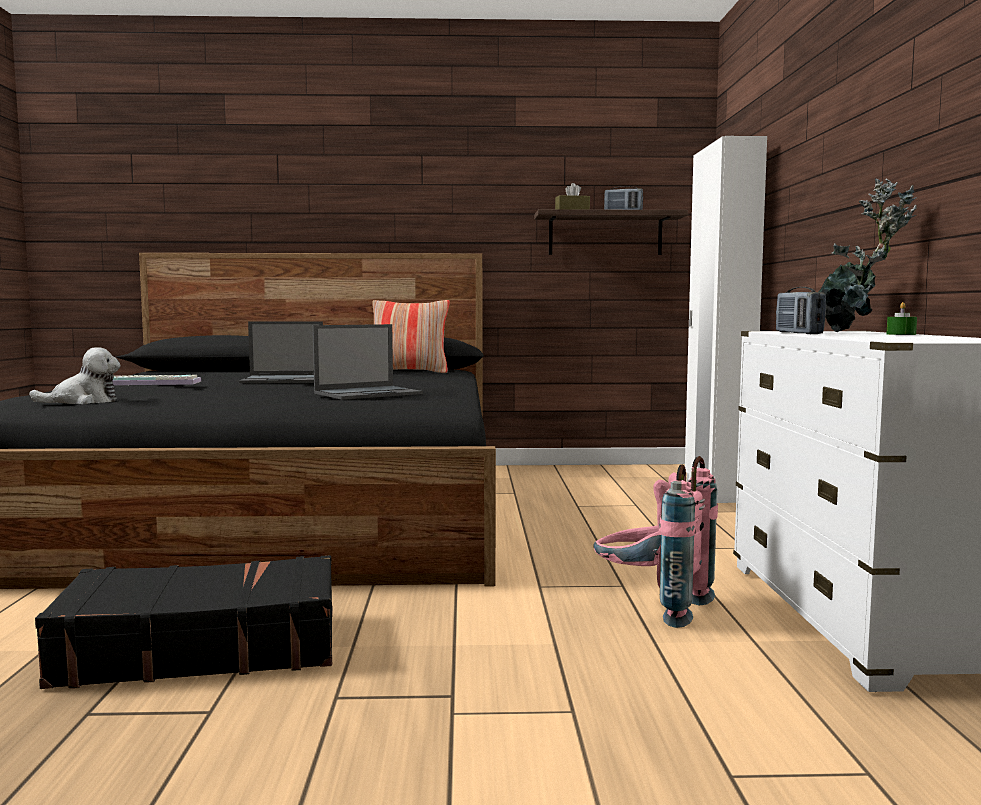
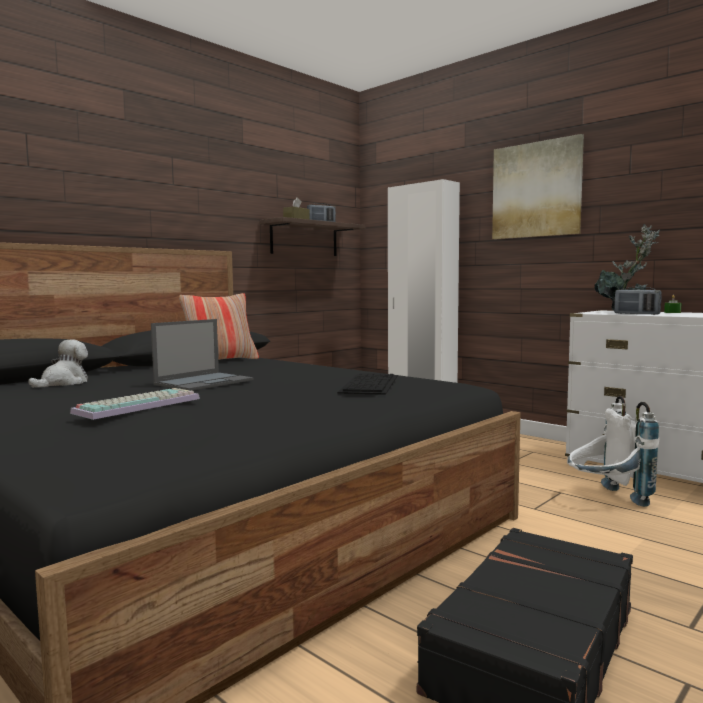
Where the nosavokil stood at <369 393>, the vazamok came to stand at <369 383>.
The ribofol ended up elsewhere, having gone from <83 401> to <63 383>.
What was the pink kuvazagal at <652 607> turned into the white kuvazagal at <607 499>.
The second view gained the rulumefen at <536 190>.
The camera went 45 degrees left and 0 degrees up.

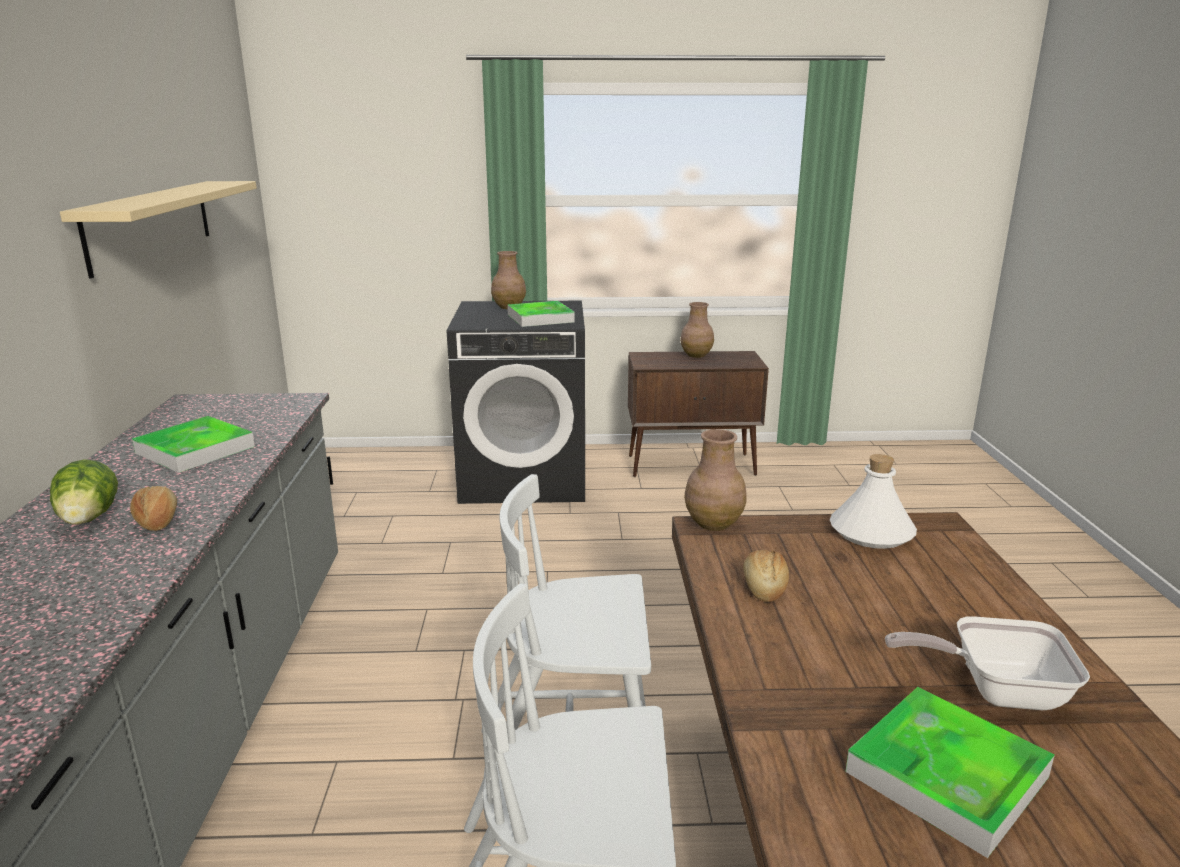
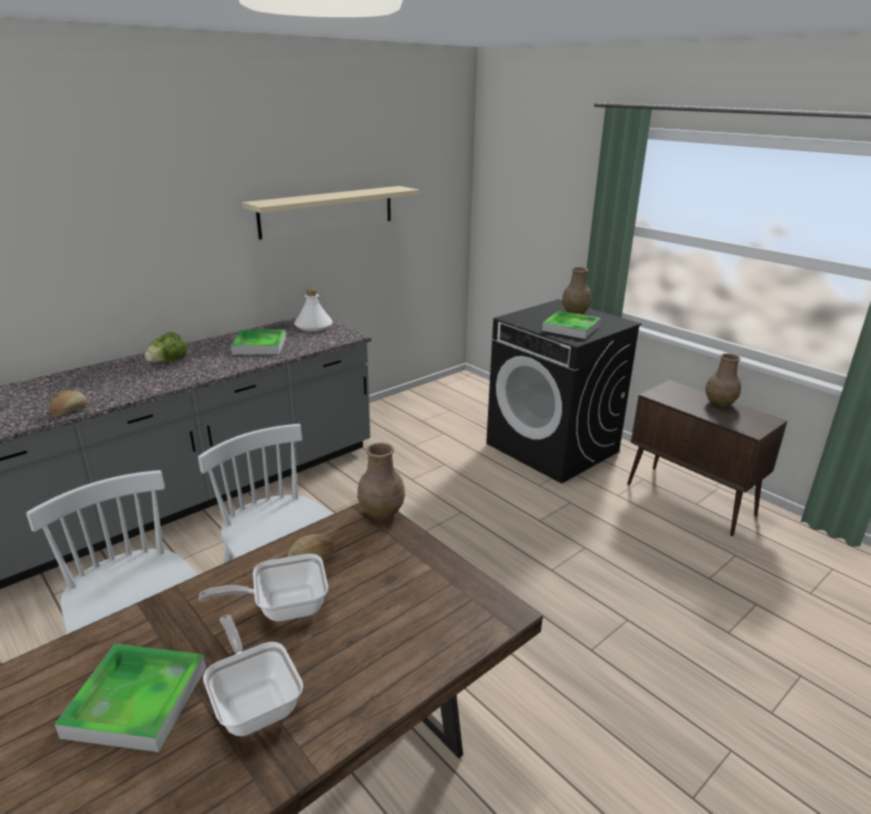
The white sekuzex ended up elsewhere, having gone from <871 532> to <313 326>.
The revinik ended up elsewhere, having gone from <157 521> to <69 410>.
The second view gained the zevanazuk at <283 607>.
The camera went 50 degrees right and 5 degrees up.

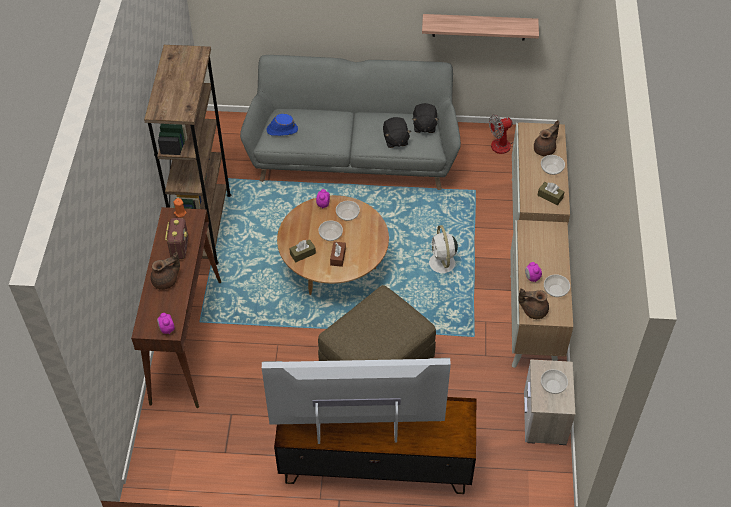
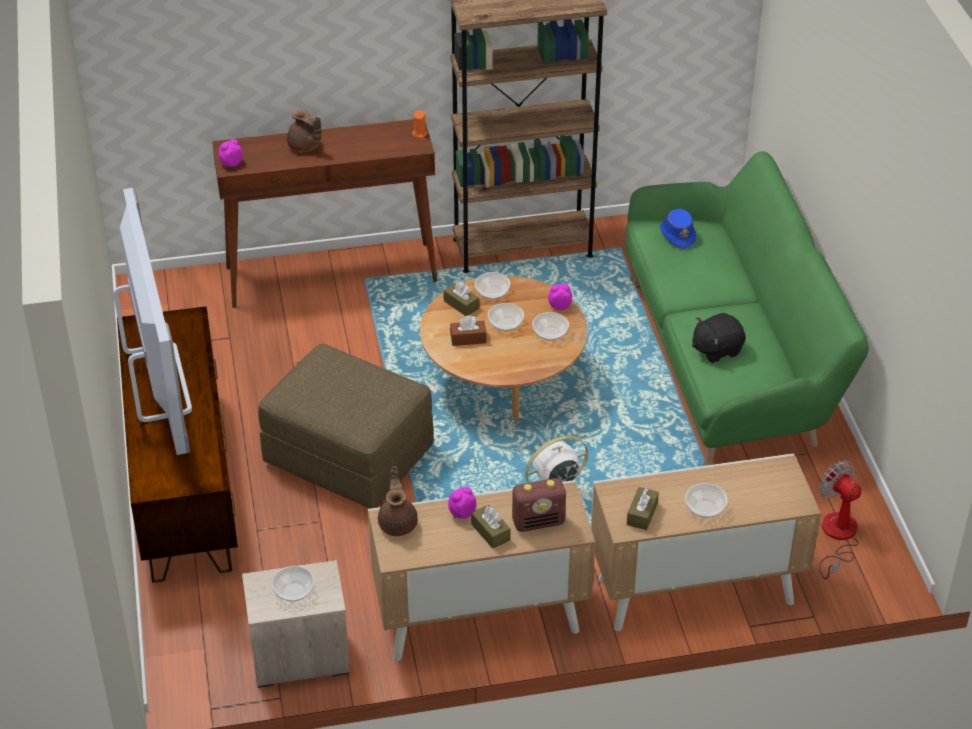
The second view lost the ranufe at <479 27>.
What was the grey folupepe at <353 155> turned into the green folupepe at <729 361>.
The second view lost the black ribofol at <424 126>.
The second view lost the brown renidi at <545 149>.
The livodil ended up elsewhere, having gone from <179 248> to <538 522>.
The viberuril ended up elsewhere, having gone from <555 290> to <493 293>.
The second view gained the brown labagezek at <490 532>.
The camera went 75 degrees right and 10 degrees down.

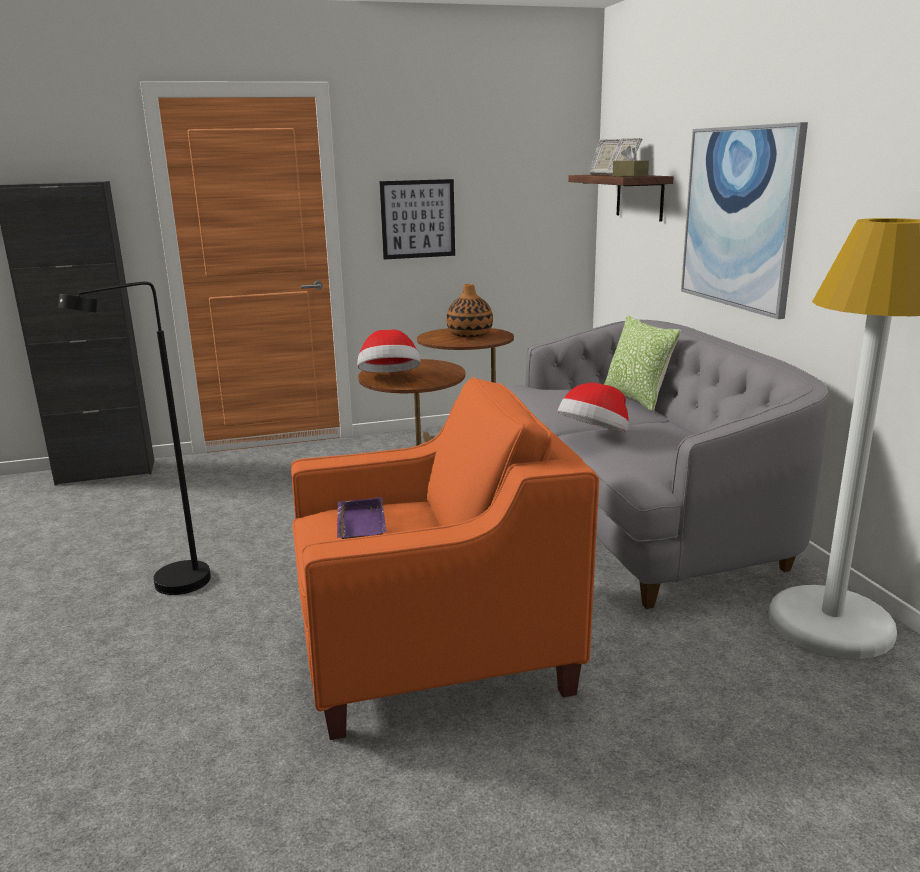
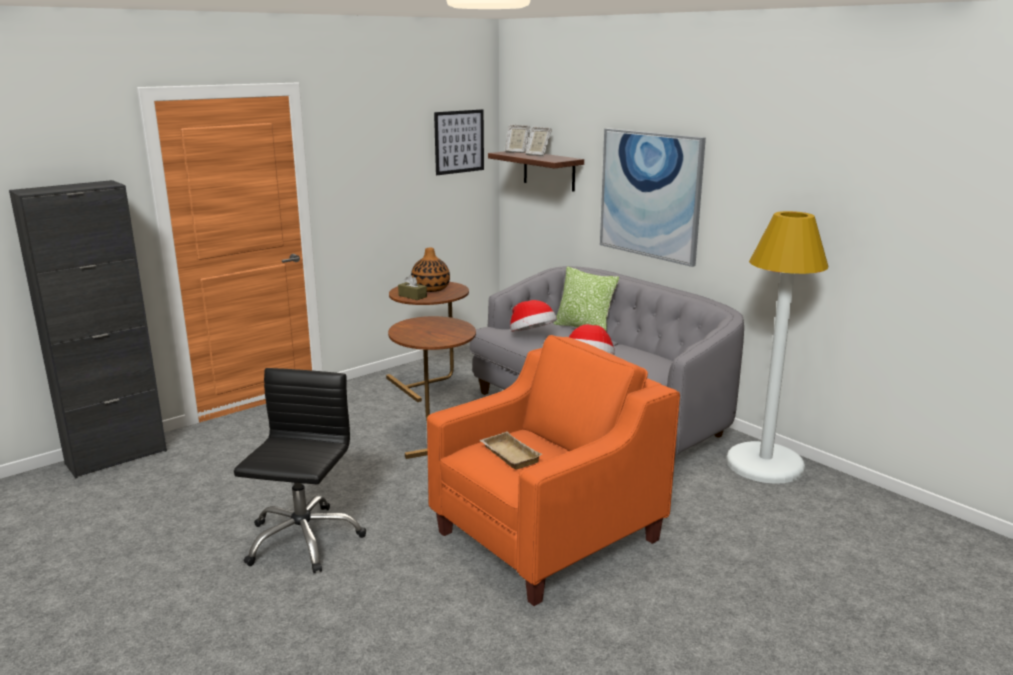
The brown labagezek ended up elsewhere, having gone from <630 176> to <412 296>.
The rulumefen ended up elsewhere, having gone from <418 219> to <459 141>.
Where the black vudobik stood at <171 588>, the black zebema came to stand at <302 539>.
The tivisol ended up elsewhere, having gone from <390 379> to <532 335>.
What was the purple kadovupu at <359 527> turned into the beige kadovupu at <508 455>.
The camera went 25 degrees left and 0 degrees up.

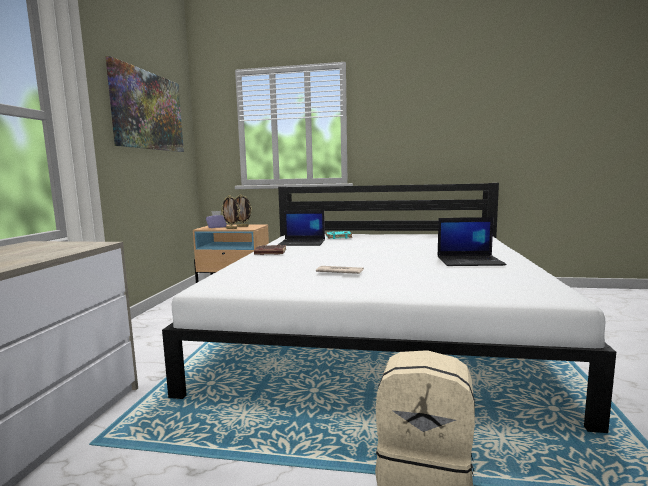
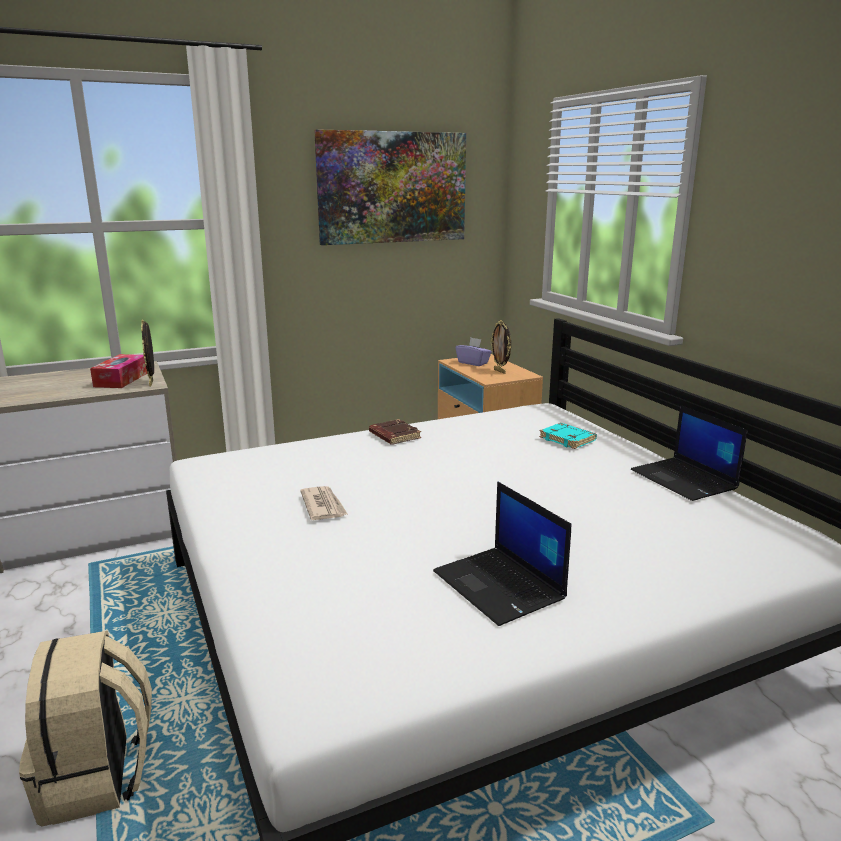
The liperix ended up elsewhere, having gone from <232 228> to <152 383>.
The nosavokil ended up elsewhere, having gone from <303 243> to <685 480>.
The second view gained the labagezek at <121 379>.
The camera went 55 degrees right and 10 degrees up.

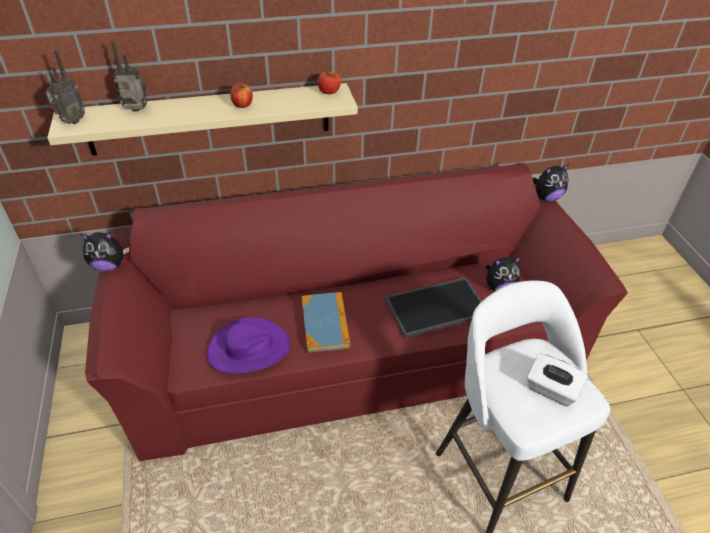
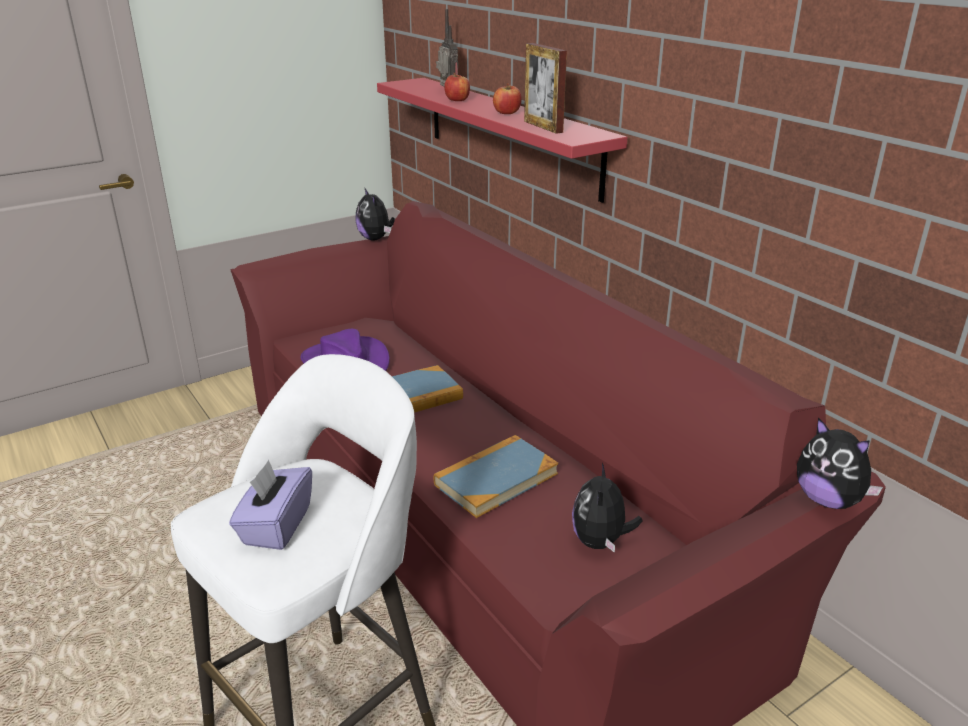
The second view lost the livodil at <71 122>.
The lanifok ended up elsewhere, having gone from <329 91> to <457 100>.
What was the beige ranufe at <210 119> turned into the red ranufe at <510 134>.
The ribofol at <499 286> ended up facing another way, 45 degrees clockwise from before.
Where the kadovupu stood at <436 308>, the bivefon came to stand at <496 479>.
What was the white labagezek at <551 390> turned into the purple labagezek at <276 526>.
The second view gained the liperix at <543 127>.
The camera went 70 degrees right and 15 degrees down.

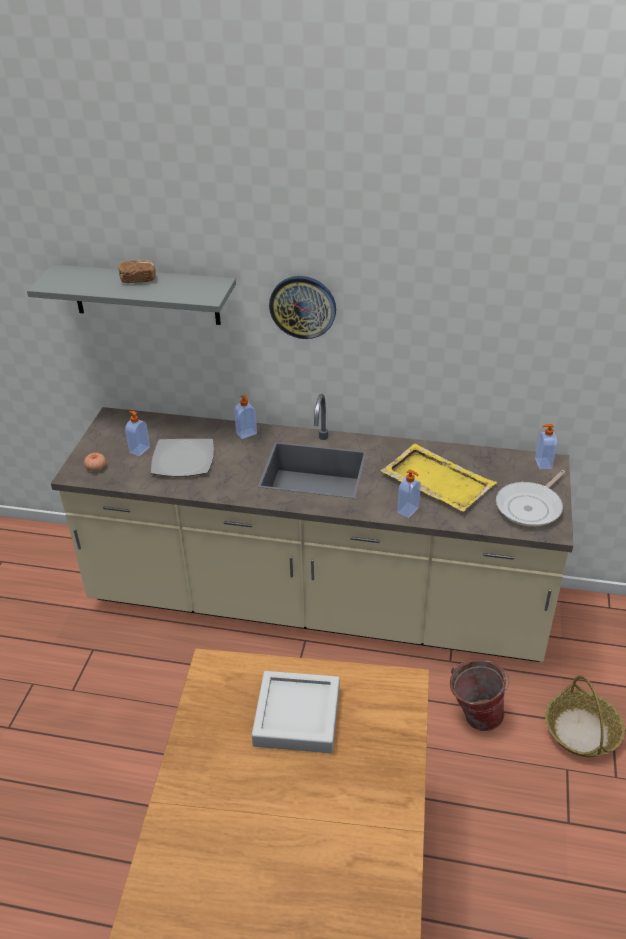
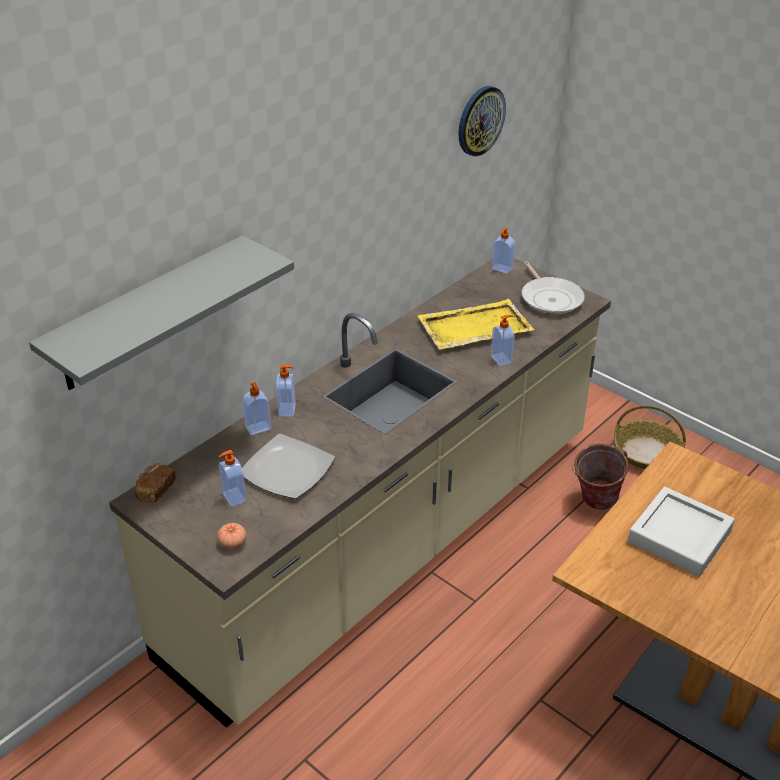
The revinik ended up elsewhere, having gone from <138 280> to <155 491>.
The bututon ended up elsewhere, having gone from <303 306> to <480 120>.
The second view gained the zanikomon at <258 428>.
The camera went 60 degrees left and 0 degrees up.

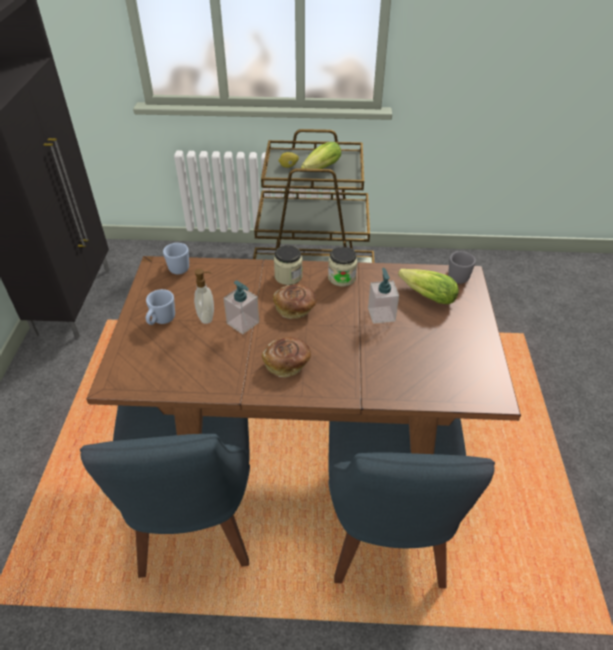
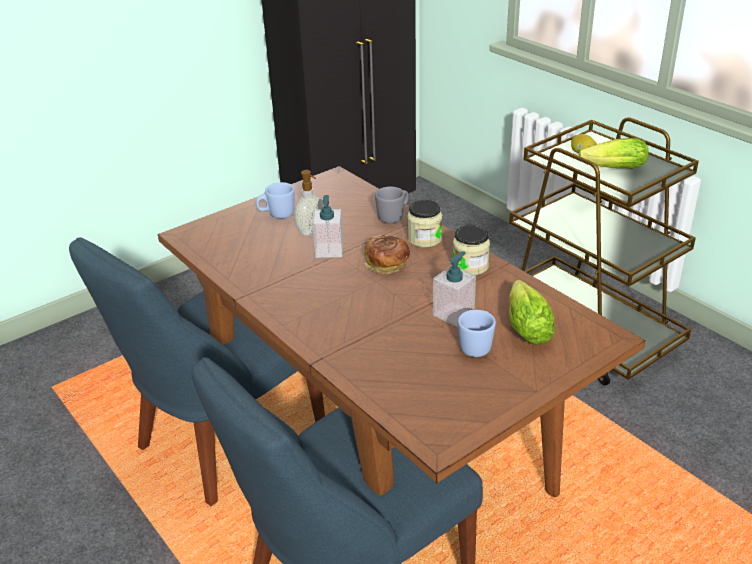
The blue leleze ended up elsewhere, having gone from <178 267> to <477 346>.
The grey leleze ended up elsewhere, having gone from <457 275> to <393 217>.
The second view lost the revinik at <287 364>.
The camera went 50 degrees right and 10 degrees down.

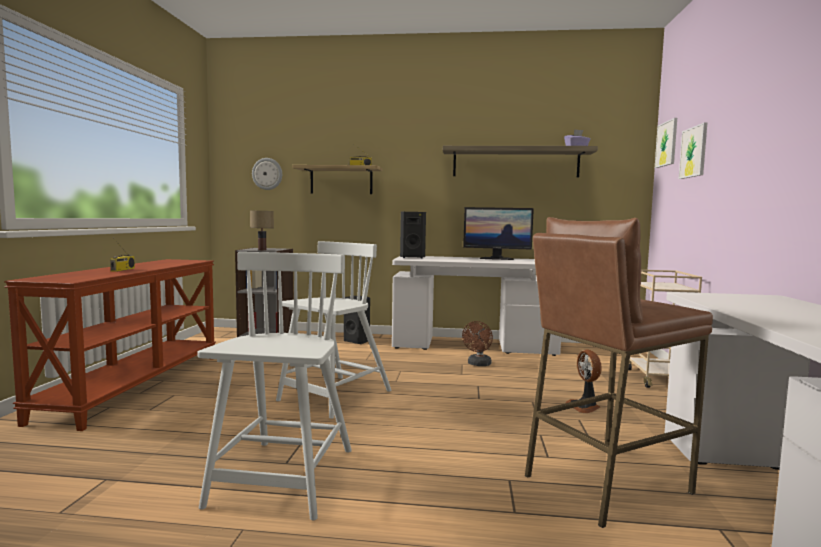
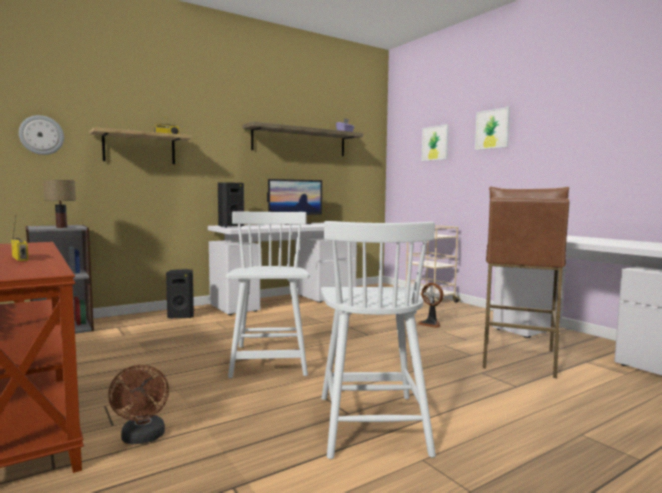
The rulumefen ended up elsewhere, having gone from <666 144> to <492 129>.
The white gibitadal at <283 479> ended up facing another way, 150 degrees counterclockwise from before.
The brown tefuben ended up elsewhere, having gone from <478 364> to <143 438>.
The camera went 40 degrees left and 0 degrees up.

